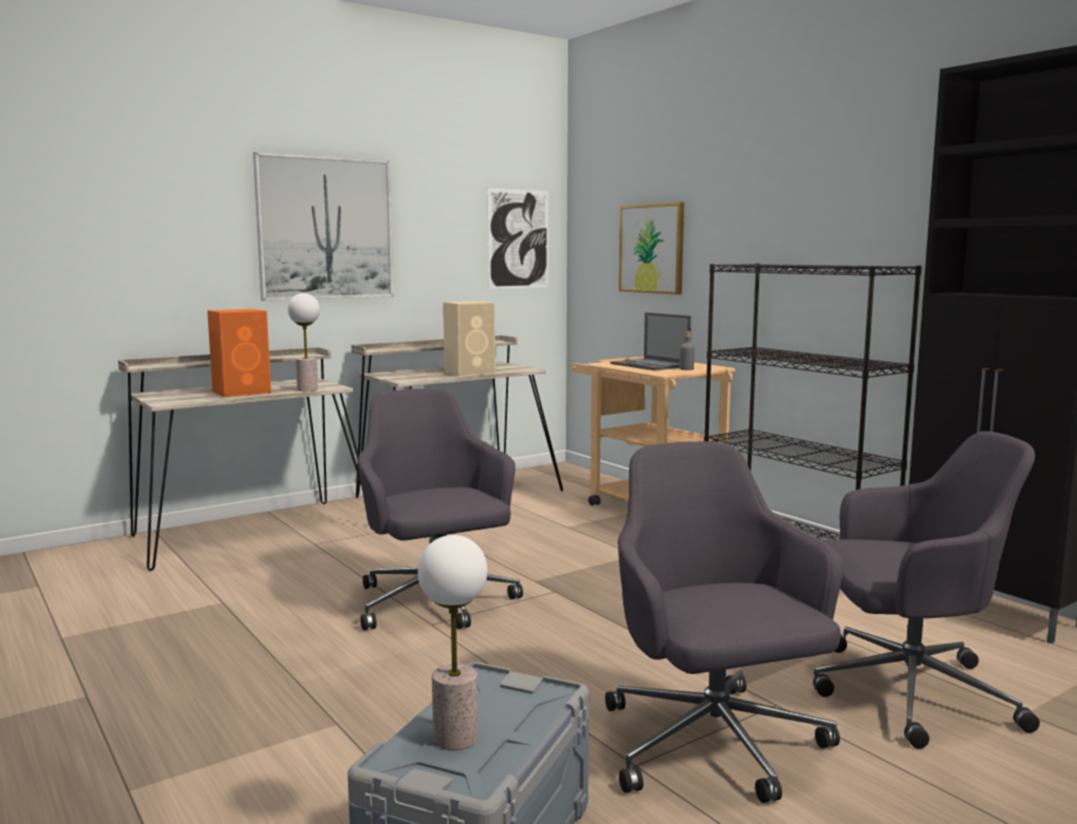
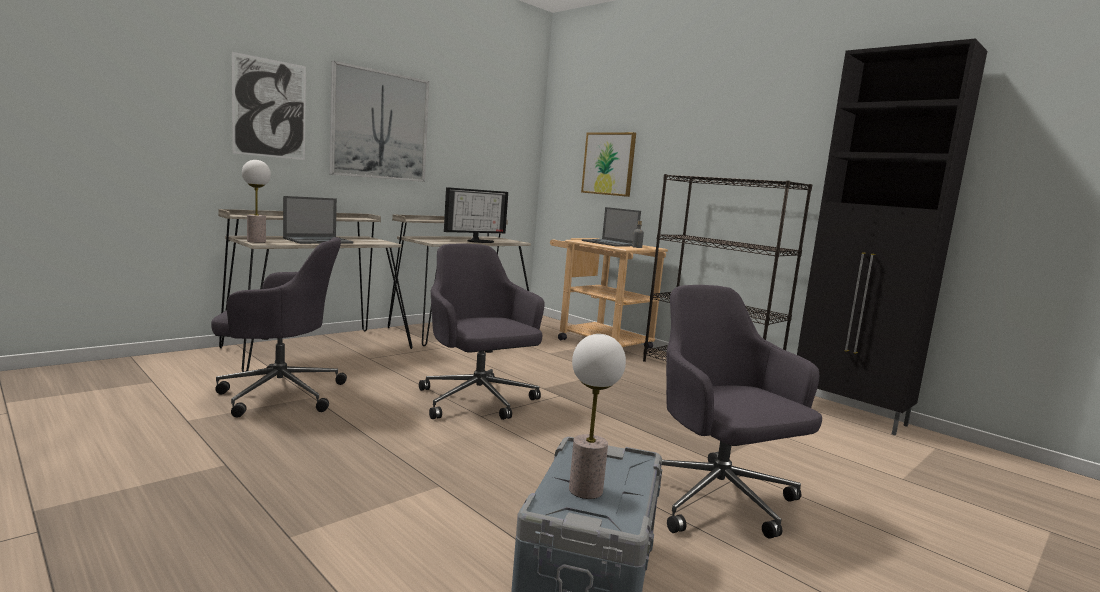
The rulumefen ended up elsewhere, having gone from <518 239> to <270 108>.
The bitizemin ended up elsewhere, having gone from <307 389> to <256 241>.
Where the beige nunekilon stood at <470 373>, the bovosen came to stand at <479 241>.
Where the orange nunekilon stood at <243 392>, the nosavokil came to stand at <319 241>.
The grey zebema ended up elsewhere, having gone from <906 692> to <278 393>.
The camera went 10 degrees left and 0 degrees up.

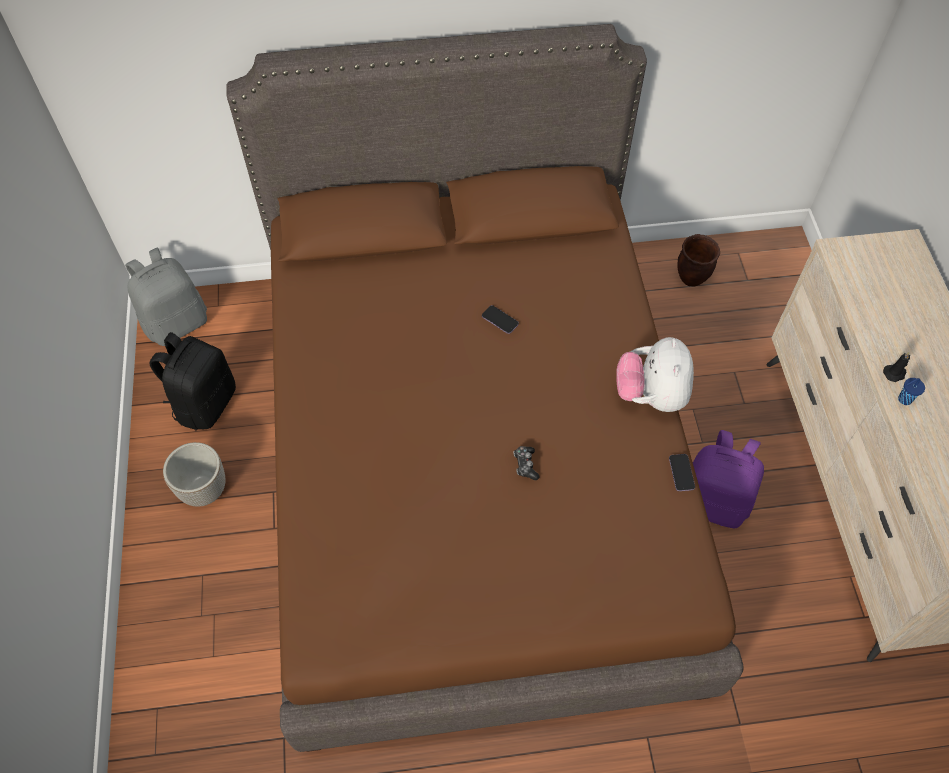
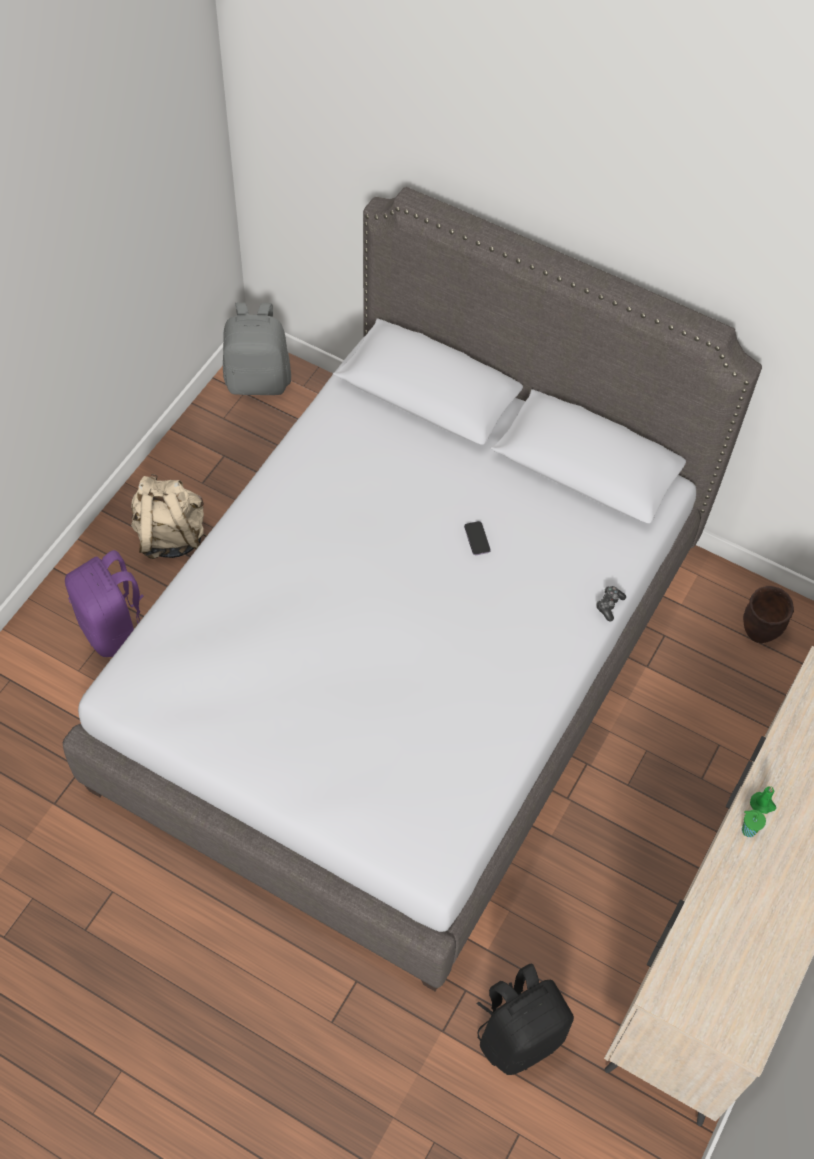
What was the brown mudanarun at <472 466> turned into the grey mudanarun at <402 664>.
The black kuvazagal ended up elsewhere, having gone from <204 402> to <519 1034>.
The second view lost the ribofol at <651 395>.
What was the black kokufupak at <895 373> turned into the green kokufupak at <763 804>.
What was the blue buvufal at <903 399> turned into the green buvufal at <747 830>.
The purple kuvazagal ended up elsewhere, having gone from <714 501> to <114 628>.
Where the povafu stood at <203 490>, the beige kuvazagal came to stand at <170 536>.
The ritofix ended up elsewhere, having gone from <525 465> to <609 605>.
The second view lost the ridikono at <681 473>.
The camera went 35 degrees right and 0 degrees up.

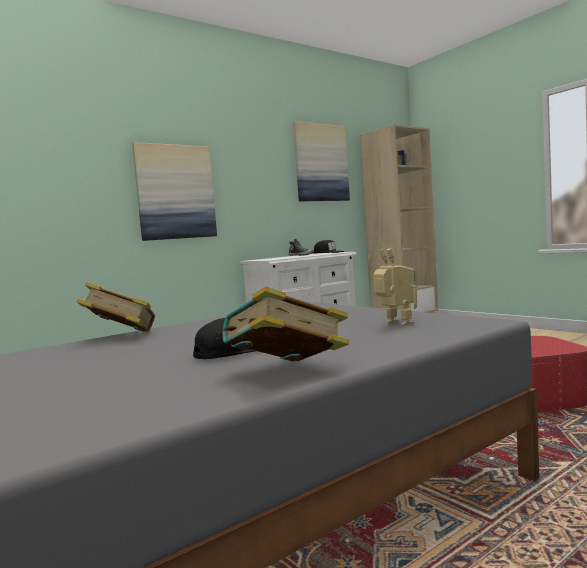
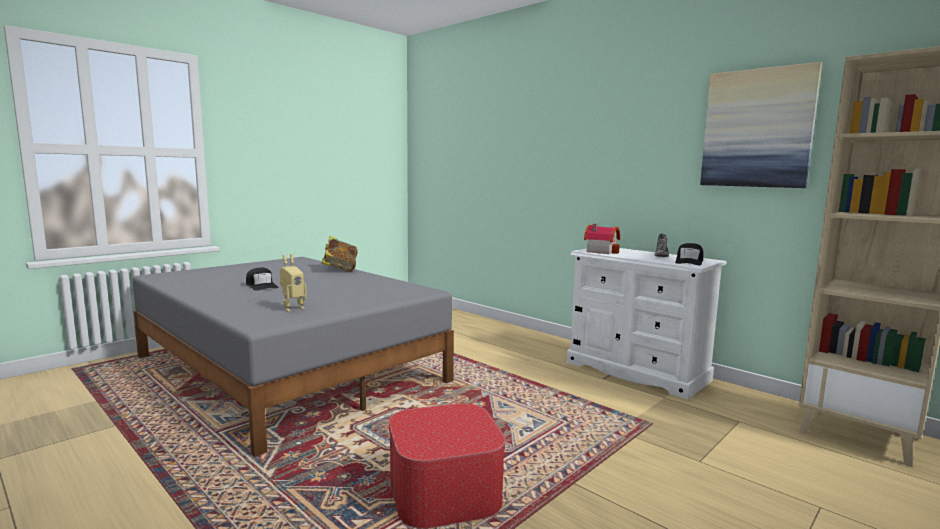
The second view lost the rulumefen at <175 192>.
The second view lost the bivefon at <286 372>.
The second view gained the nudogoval at <601 251>.
The camera went 80 degrees right and 5 degrees up.

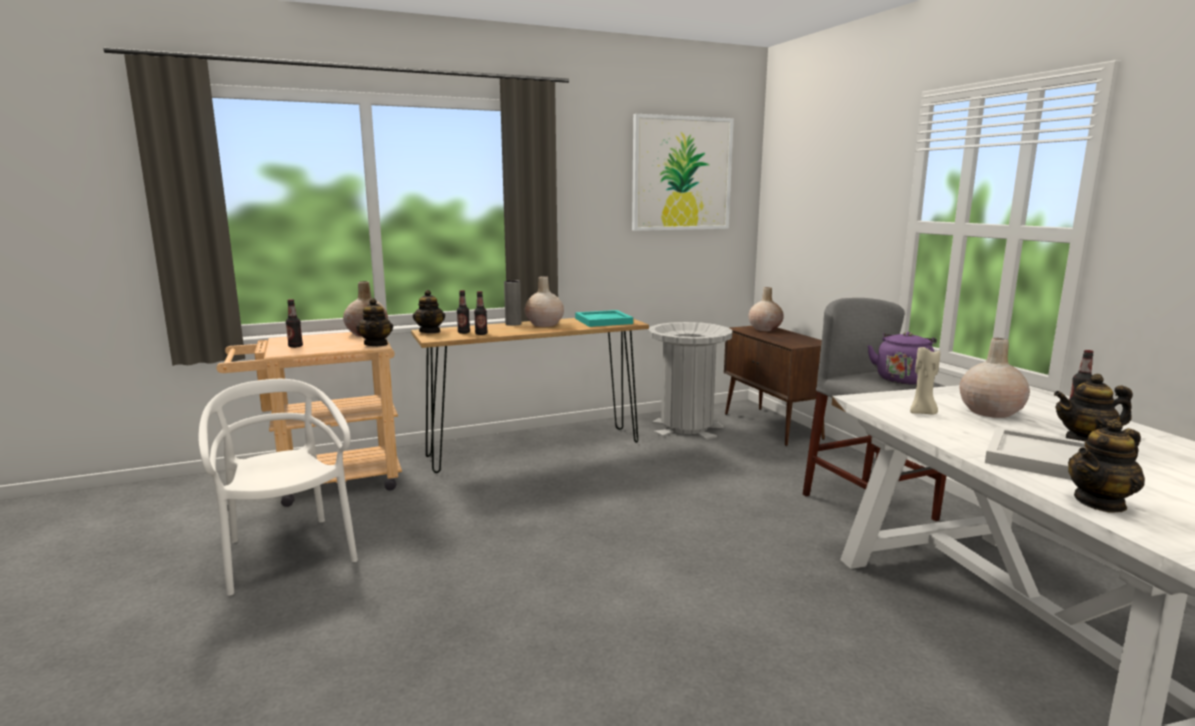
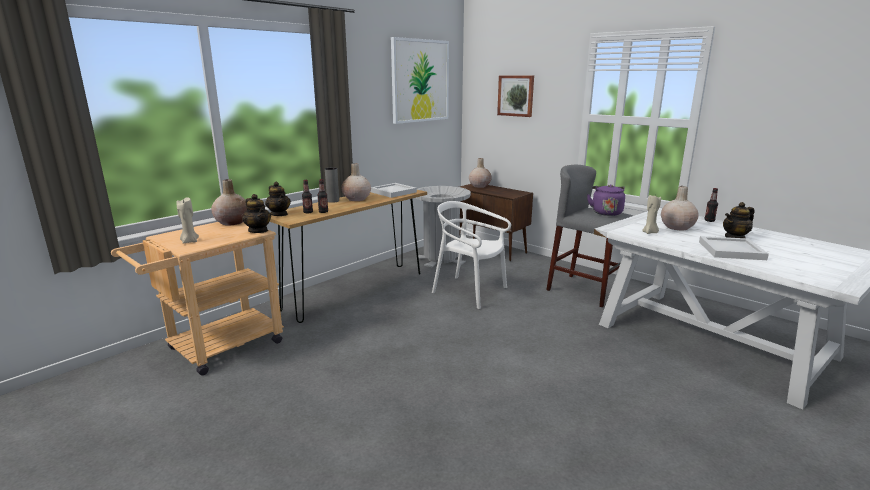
Where the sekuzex stood at <295 346>, the beige kokufupak came to stand at <189 241>.
What was the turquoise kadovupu at <604 321> turned into the white kadovupu at <394 192>.
The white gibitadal ended up elsewhere, having gone from <287 554> to <469 291>.
The second view lost the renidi at <1100 502>.
The second view gained the rulumefen at <516 95>.
The camera went 25 degrees left and 5 degrees up.

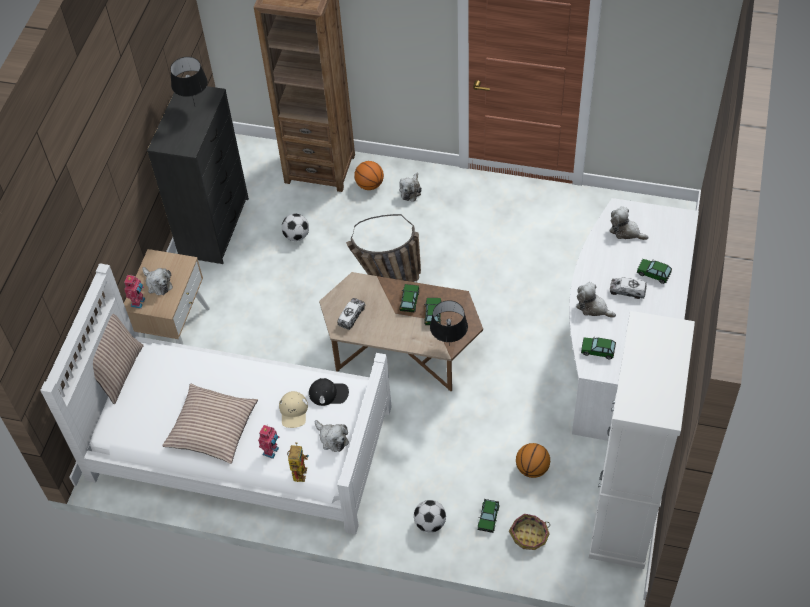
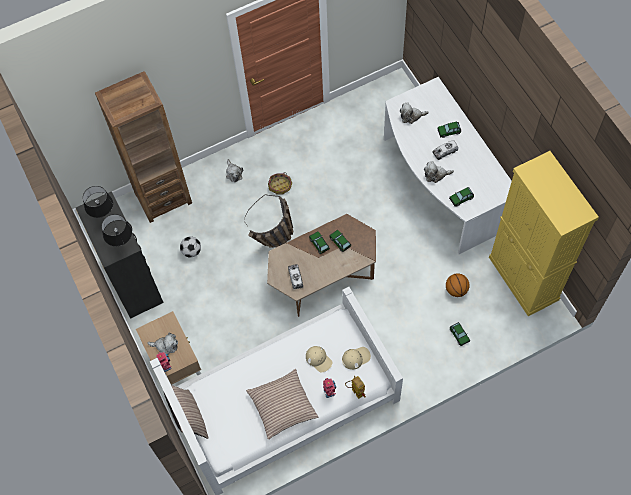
The second view lost the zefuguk at <369 185>.
The black bitizemin ended up elsewhere, having gone from <449 346> to <122 245>.
What was the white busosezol at <623 514> turned into the yellow busosezol at <523 278>.
The second view lost the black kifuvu at <329 393>.
Where the ribofol stood at <332 439>, the beige kifuvu came to stand at <356 358>.
The second view lost the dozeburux at <430 523>.
The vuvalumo ended up elsewhere, having gone from <529 536> to <280 186>.
The camera went 40 degrees left and 10 degrees up.

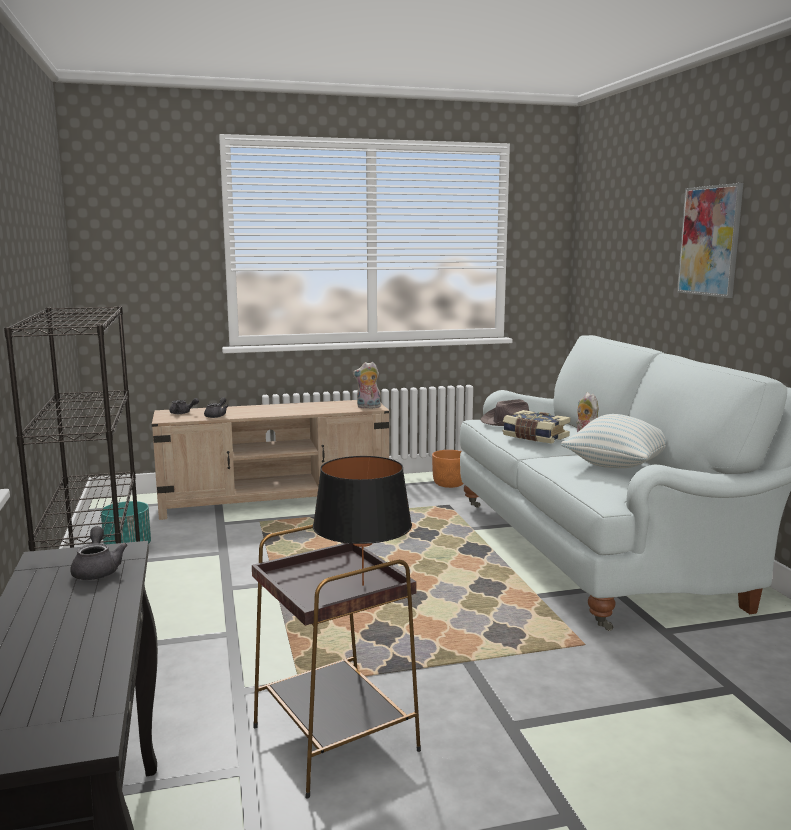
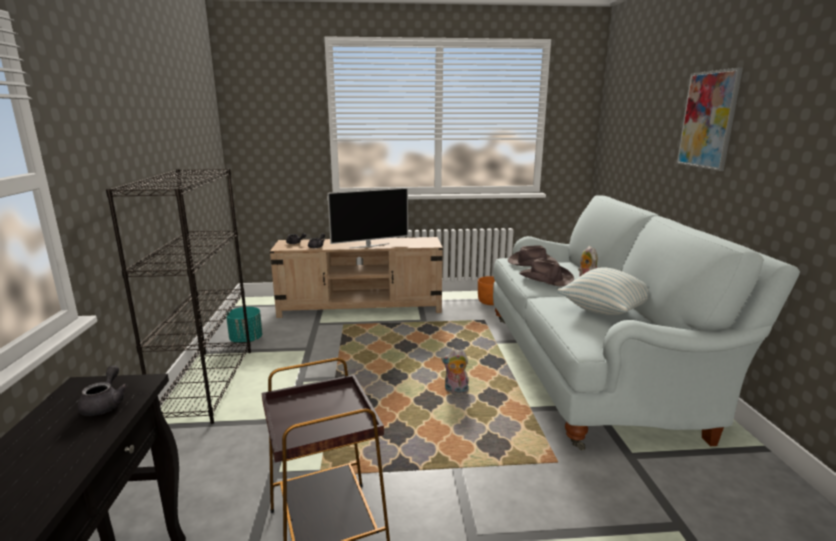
The ribofol ended up elsewhere, having gone from <368 407> to <455 391>.
Where the bivefon stood at <535 437>, the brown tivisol came to stand at <545 278>.
The second view lost the black bitizemin at <363 585>.
The second view gained the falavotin at <369 246>.
The camera went 10 degrees right and 5 degrees up.

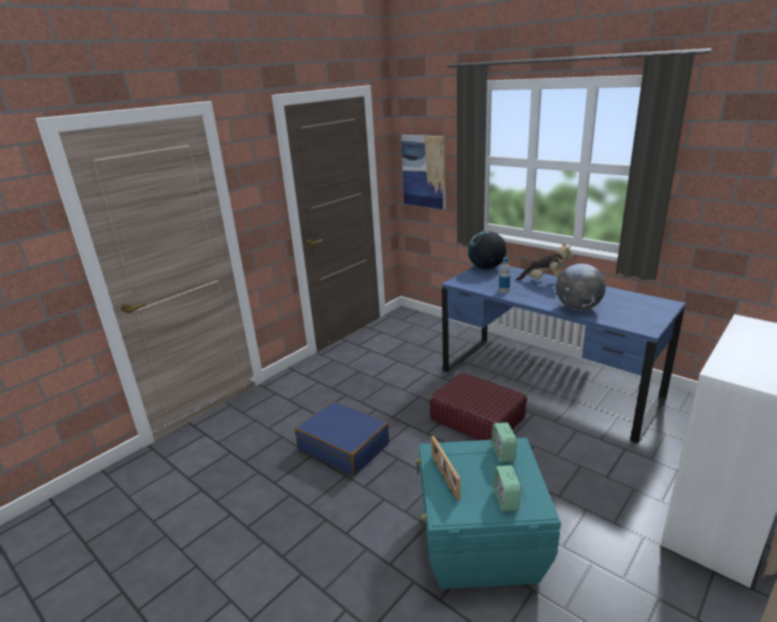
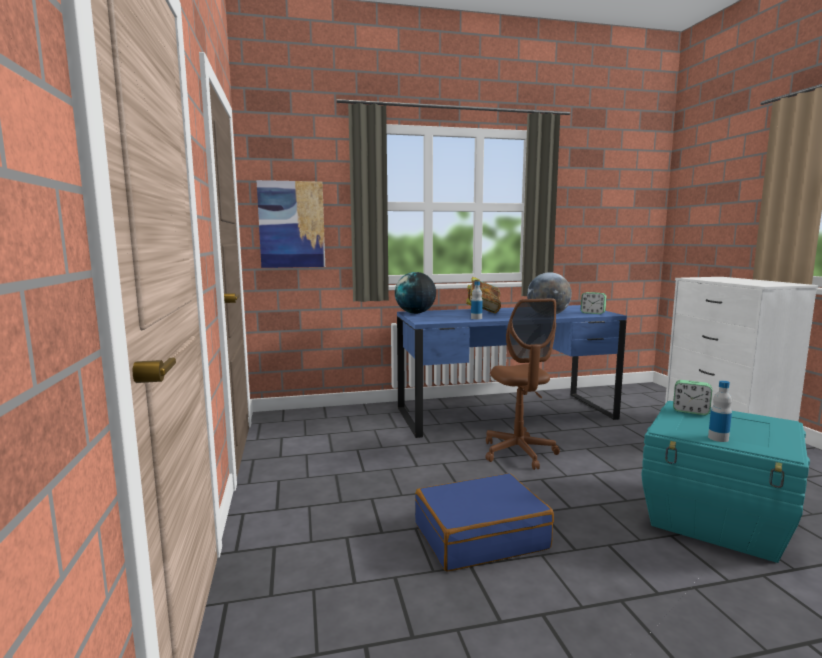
Where the ribofol stood at <544 282>, the bivefon came to stand at <482 311>.
Where the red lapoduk stood at <477 418>, the brown zebema came to stand at <519 453>.
Where the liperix stood at <444 477>, the sekuzex came to stand at <718 438>.
The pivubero ended up elsewhere, having gone from <506 500> to <592 313>.
The camera went 55 degrees left and 15 degrees down.

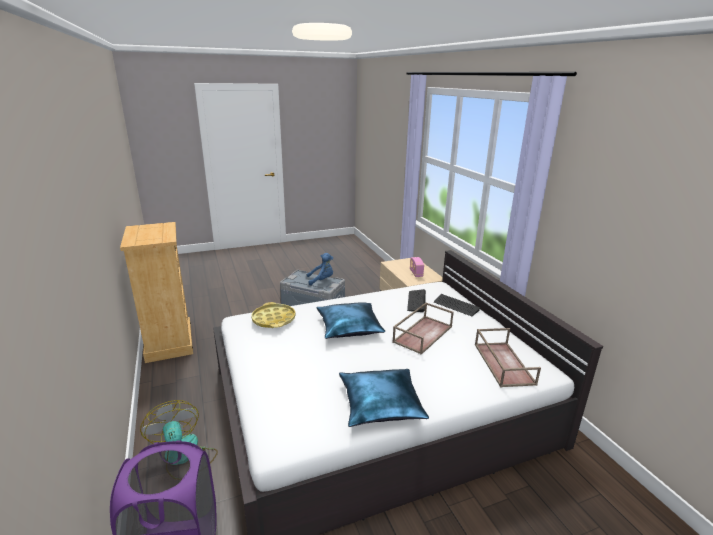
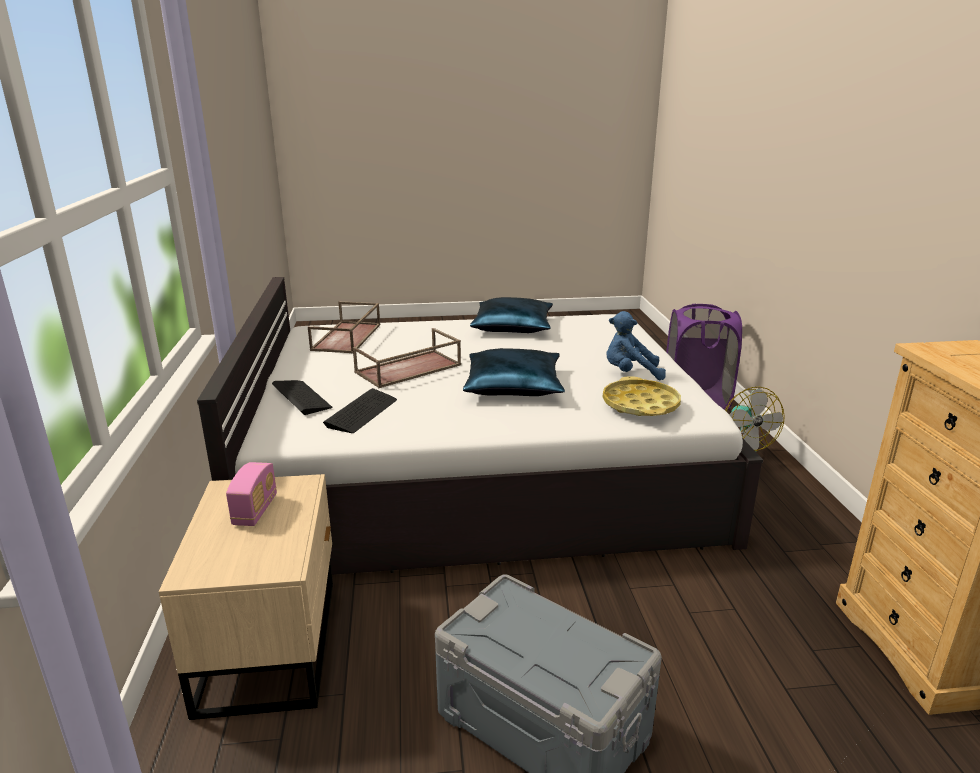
The blue ribofol ended up elsewhere, having gone from <321 280> to <630 374>.
The camera went 165 degrees left and 0 degrees up.

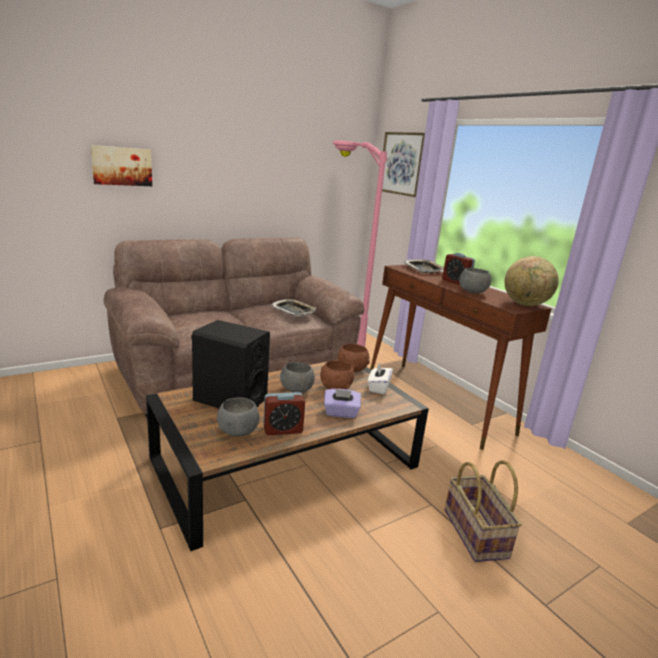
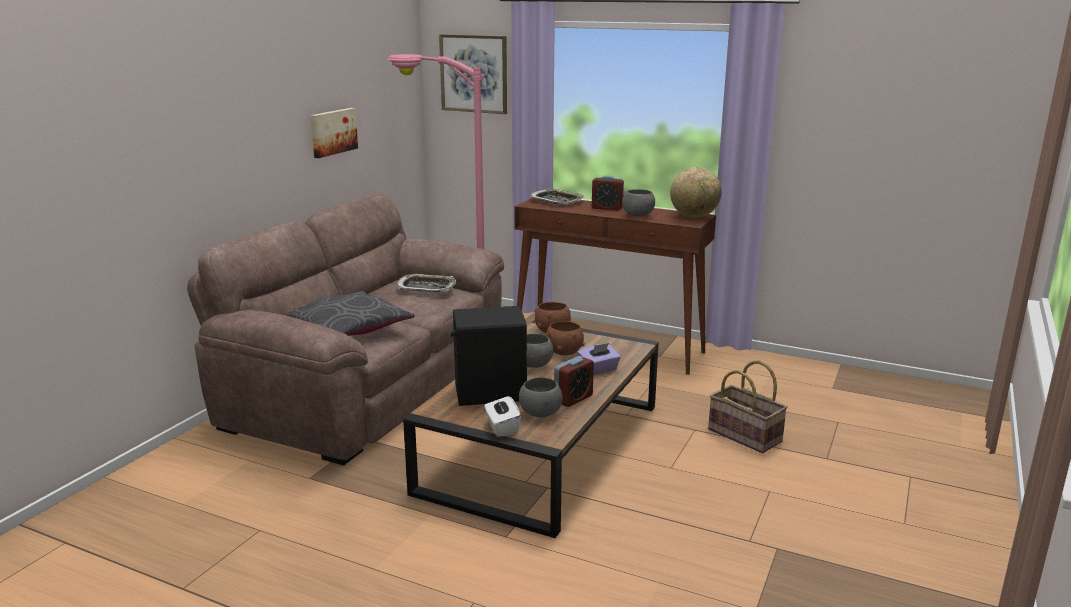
The rulumefen ended up elsewhere, having gone from <122 166> to <332 132>.
The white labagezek ended up elsewhere, having gone from <378 387> to <502 428>.
The second view gained the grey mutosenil at <347 328>.
The camera went 30 degrees left and 0 degrees up.

